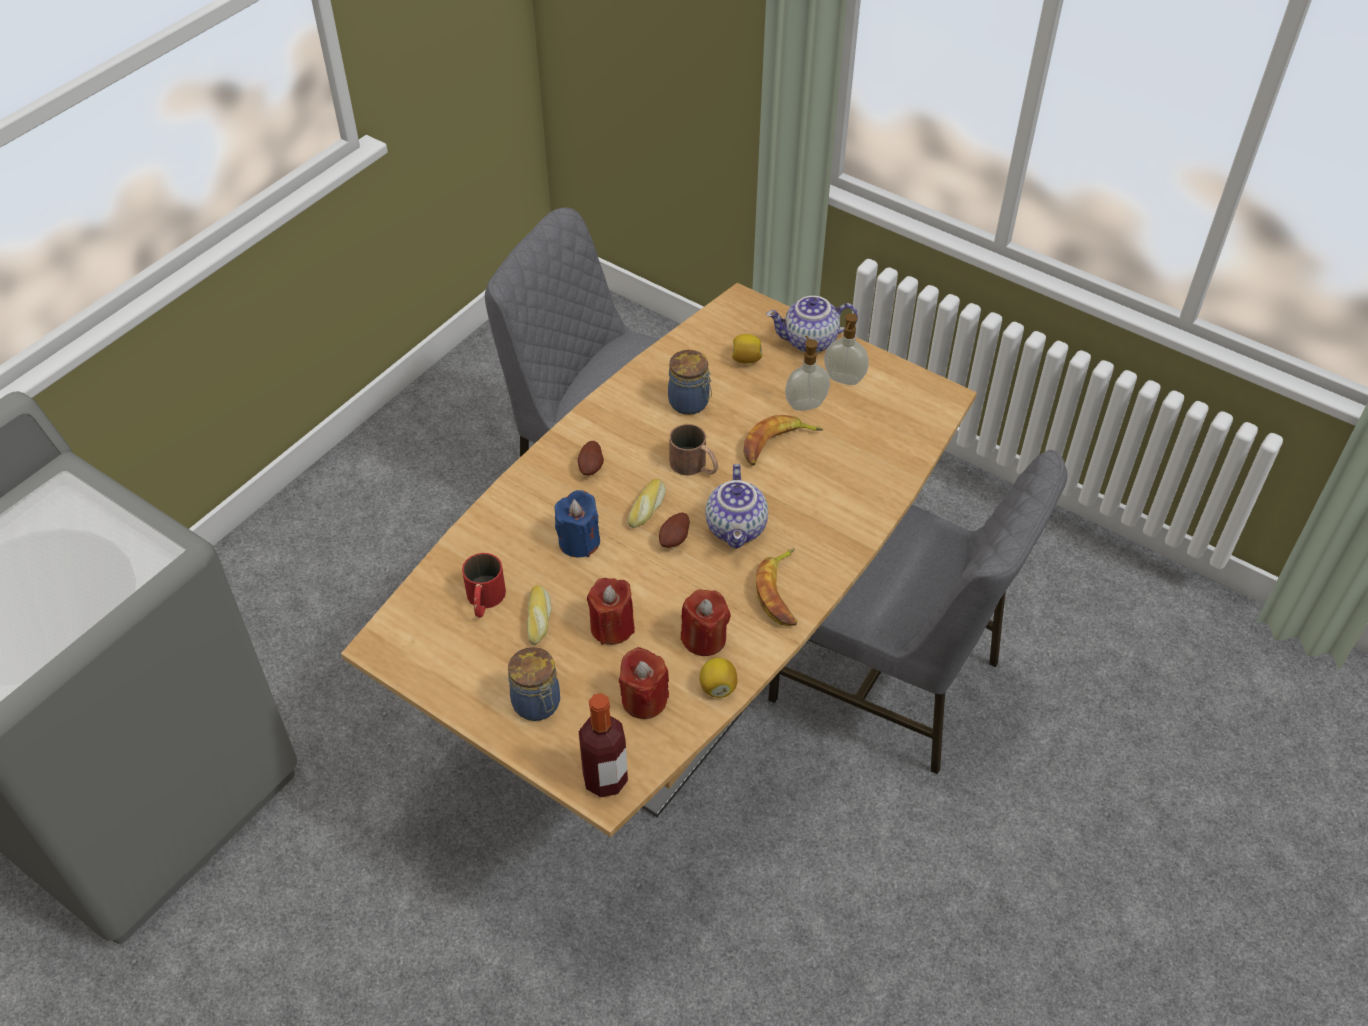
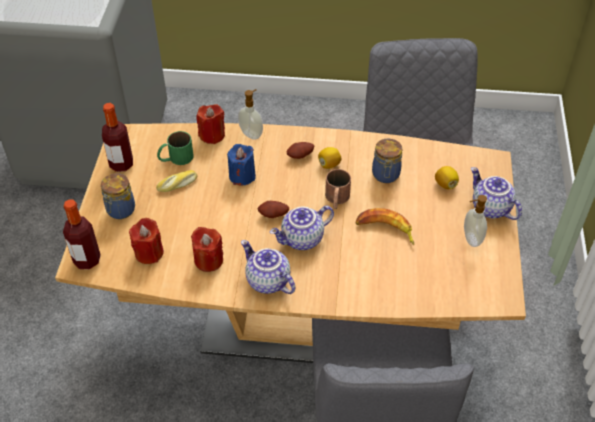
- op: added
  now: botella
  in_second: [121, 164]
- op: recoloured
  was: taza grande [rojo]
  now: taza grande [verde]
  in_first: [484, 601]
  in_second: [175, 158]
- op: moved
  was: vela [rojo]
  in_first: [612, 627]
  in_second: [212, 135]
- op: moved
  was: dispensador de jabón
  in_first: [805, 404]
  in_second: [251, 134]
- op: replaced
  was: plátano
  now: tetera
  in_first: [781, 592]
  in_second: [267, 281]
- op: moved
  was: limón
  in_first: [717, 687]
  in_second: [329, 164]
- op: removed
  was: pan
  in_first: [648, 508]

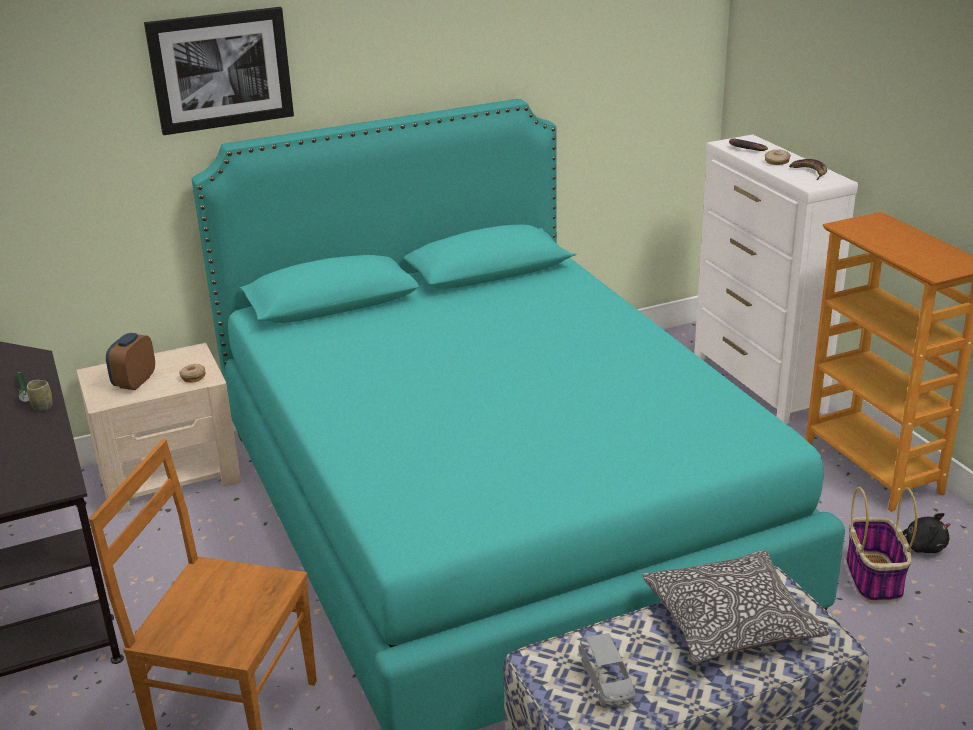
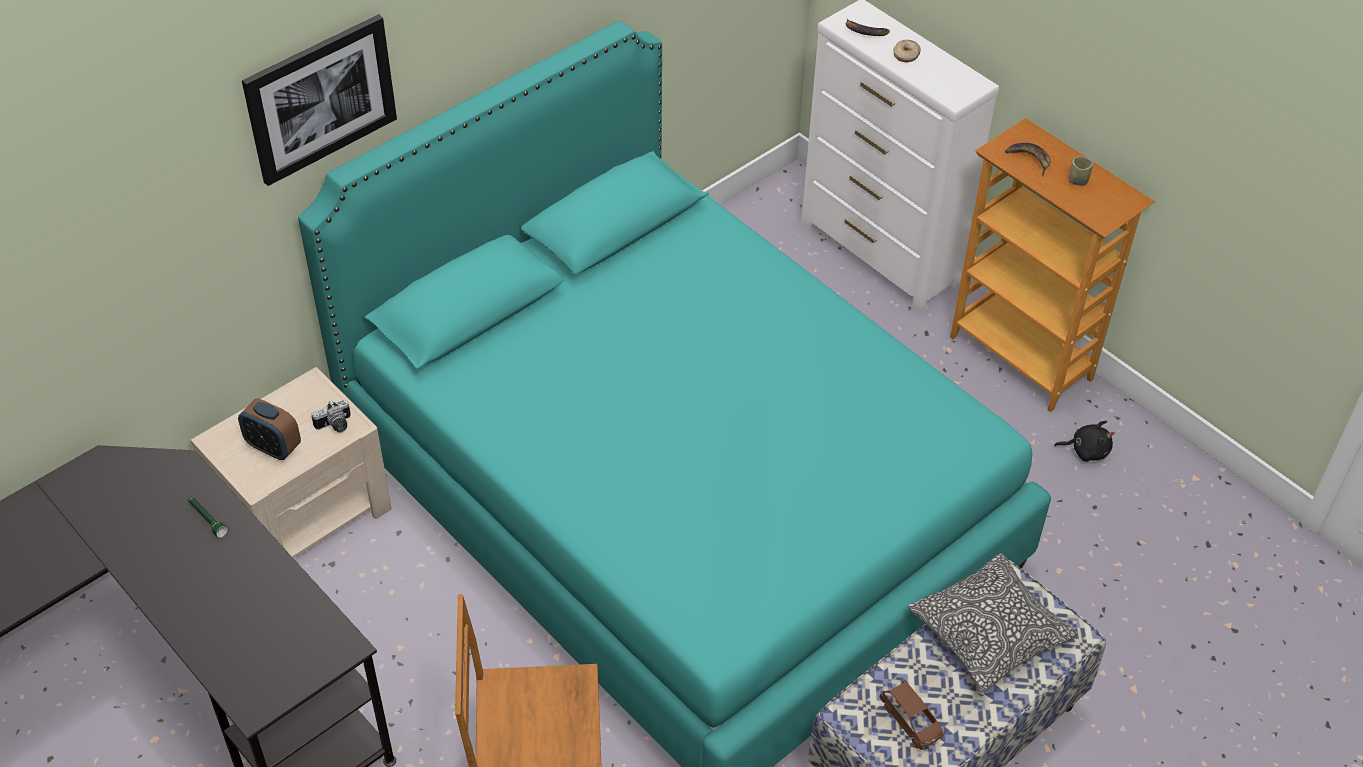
- op: turned
  was: despertador
  in_first: [135, 382]
  in_second: [273, 447]
  clockwise: -60
- op: replaced
  was: rosquilla
  now: cámara
  in_first: [193, 377]
  in_second: [335, 426]
- op: recoloured
  was: coche de juguete [gris]
  now: coche de juguete [marrón]
  in_first: [606, 681]
  in_second: [911, 721]
- op: moved
  was: plátano
  in_first: [809, 172]
  in_second: [1029, 159]
- op: moved
  was: taza
  in_first: [42, 406]
  in_second: [1078, 181]
- op: removed
  was: cesta
  in_first: [874, 578]

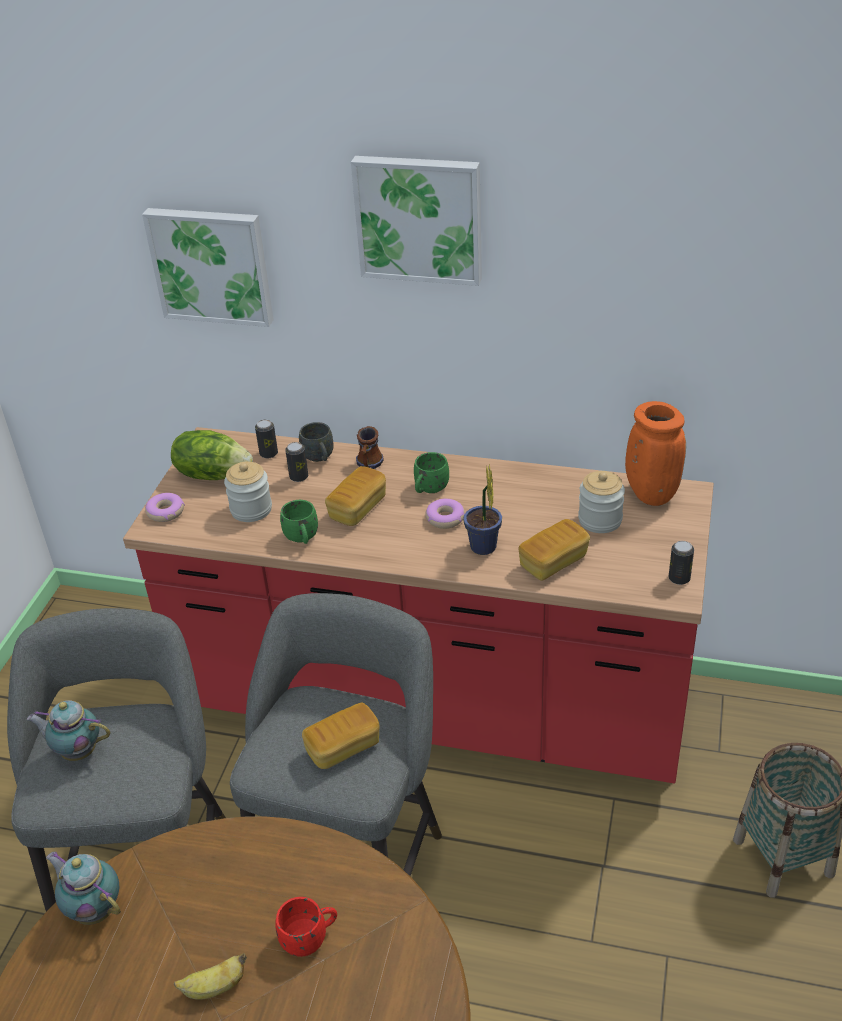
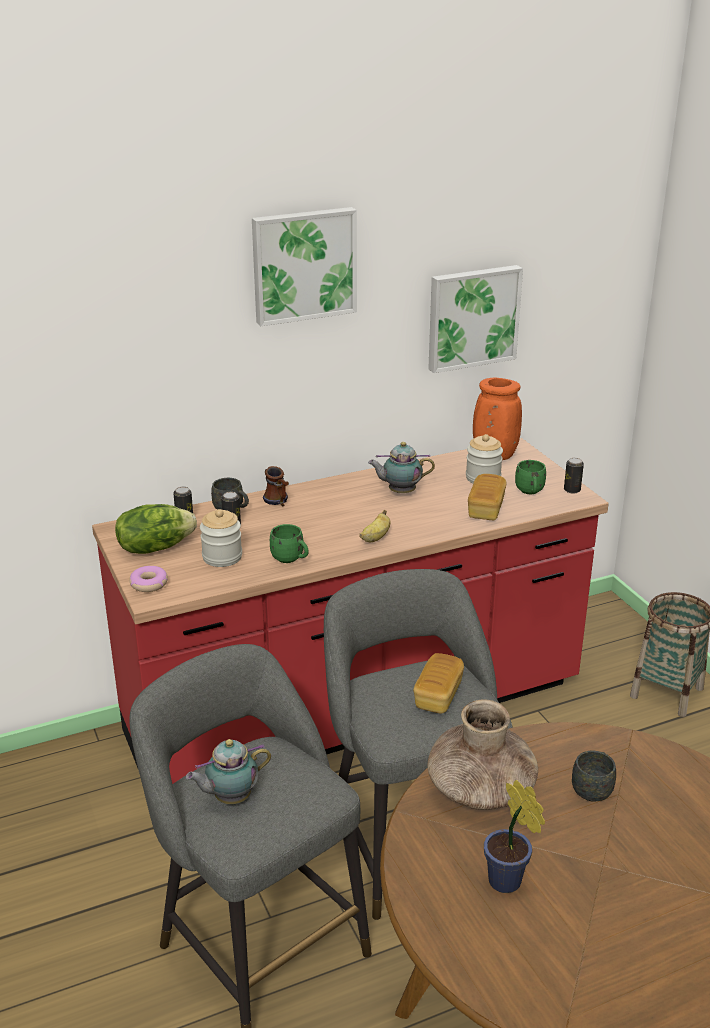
- op: moved
  was: plátano
  in_first: [214, 988]
  in_second: [375, 538]
- op: moved
  was: tetera
  in_first: [94, 909]
  in_second: [400, 492]
- op: added
  now: florero [marrón]
  in_second: [481, 789]
- op: moved
  was: cuadro
  in_first: [212, 265]
  in_second: [472, 317]
- op: moved
  was: planta en maceta
  in_first: [483, 549]
  in_second: [508, 884]
- op: moved
  was: taza grande [verde]
  in_first: [429, 489]
  in_second: [530, 492]
- op: recoloured
  was: taza grande [rojo]
  now: taza grande [gris]
  in_first: [310, 938]
  in_second: [593, 788]
- op: removed
  was: pan
  in_first: [357, 508]
- op: removed
  was: rosquilla
  in_first: [445, 518]

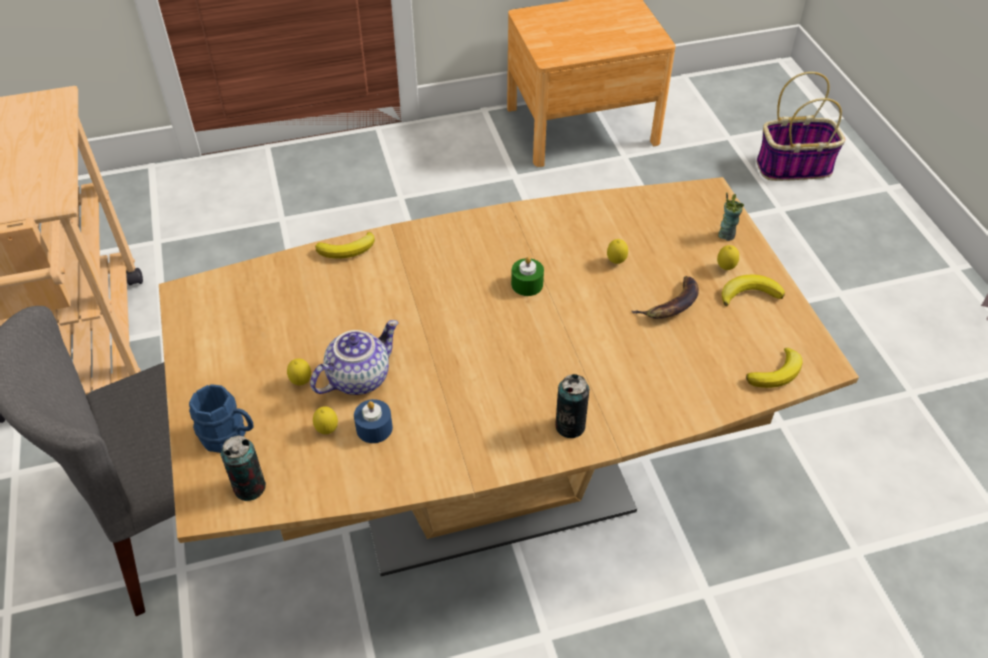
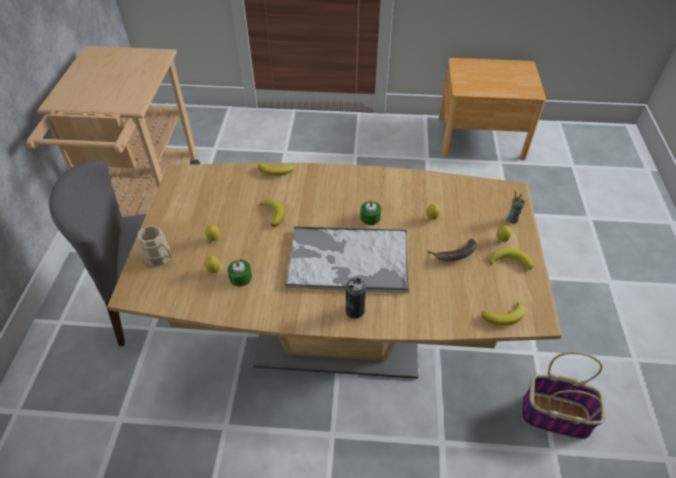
- op: recoloured
  was: taza grande [azul]
  now: taza grande [beis]
  in_first: [229, 436]
  in_second: [161, 258]
- op: recoloured
  was: vela [azul]
  now: vela [verde]
  in_first: [374, 428]
  in_second: [240, 277]
- op: added
  now: plátano
  in_second: [273, 213]
- op: added
  now: bandeja
  in_second: [347, 260]
- op: moved
  was: cesta
  in_first: [794, 167]
  in_second: [556, 415]
- op: removed
  was: lata
  in_first: [250, 487]
- op: removed
  was: tetera
  in_first: [358, 377]

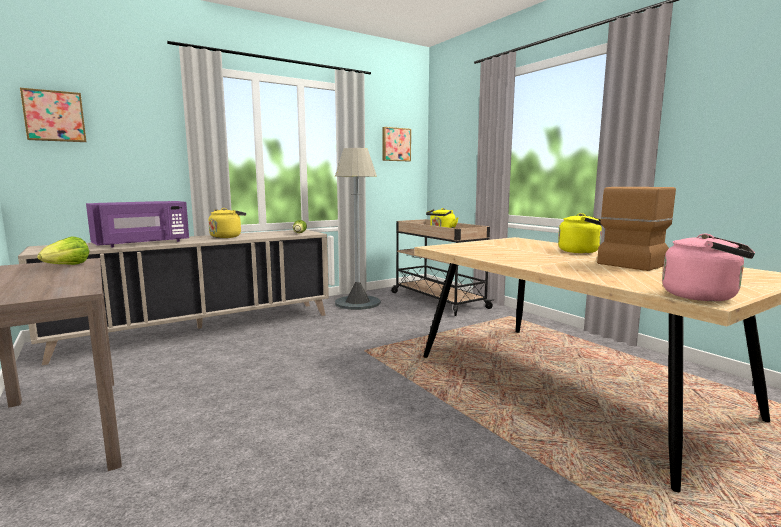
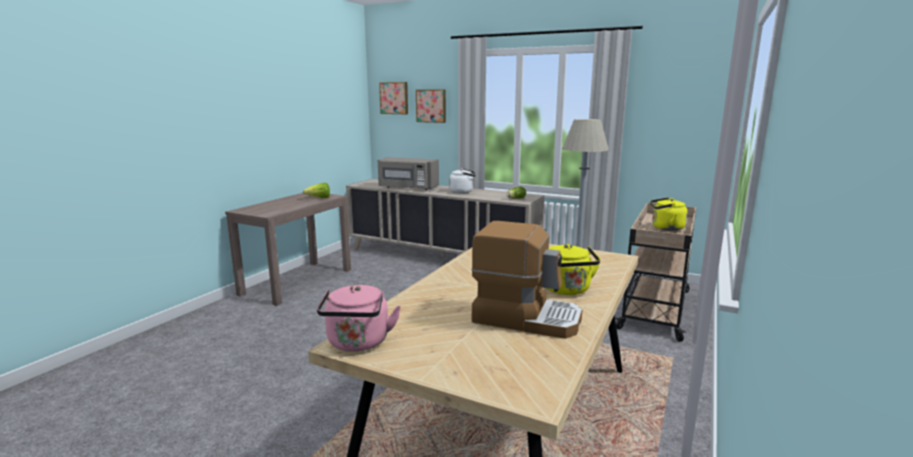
- op: recoloured
  was: microondas [morado]
  now: microondas [gris]
  in_first: [143, 243]
  in_second: [408, 188]
- op: moved
  was: cuadro
  in_first: [395, 144]
  in_second: [431, 106]
- op: recoloured
  was: hervidor [amarillo]
  now: hervidor [blanco]
  in_first: [227, 237]
  in_second: [463, 192]

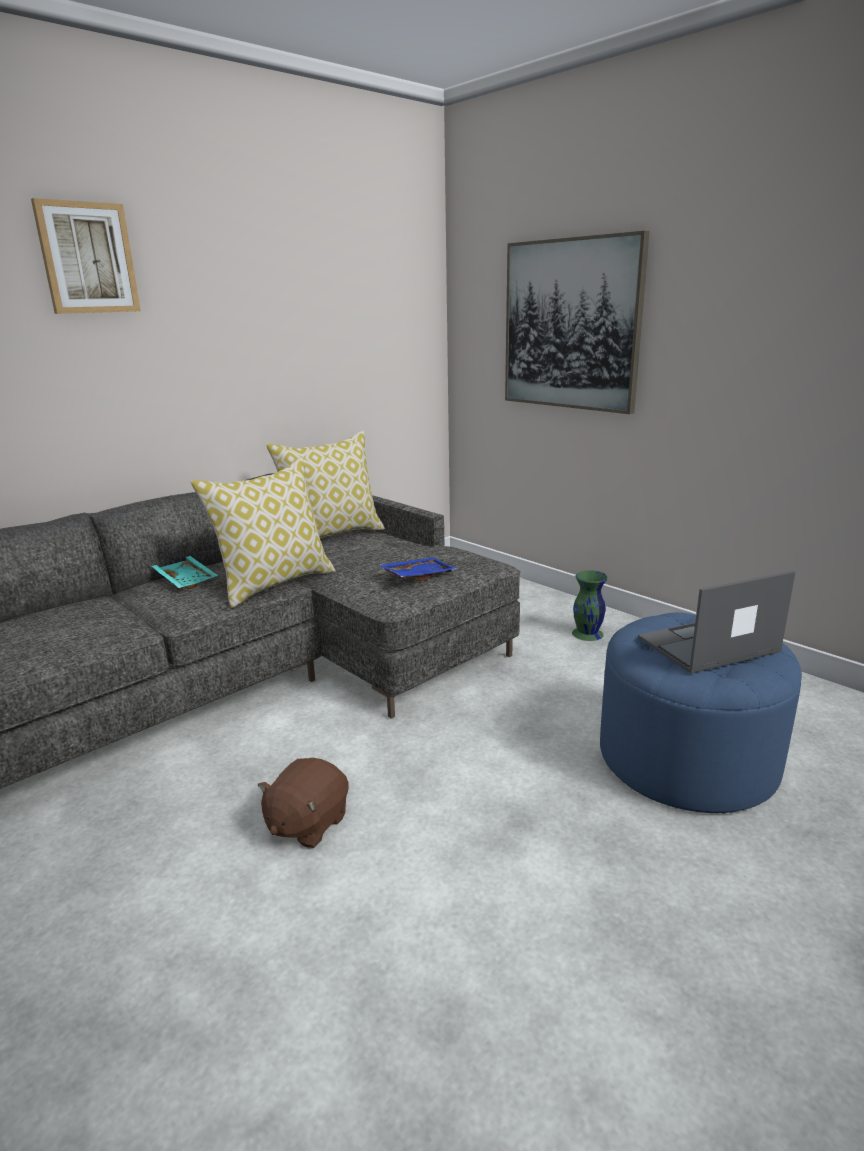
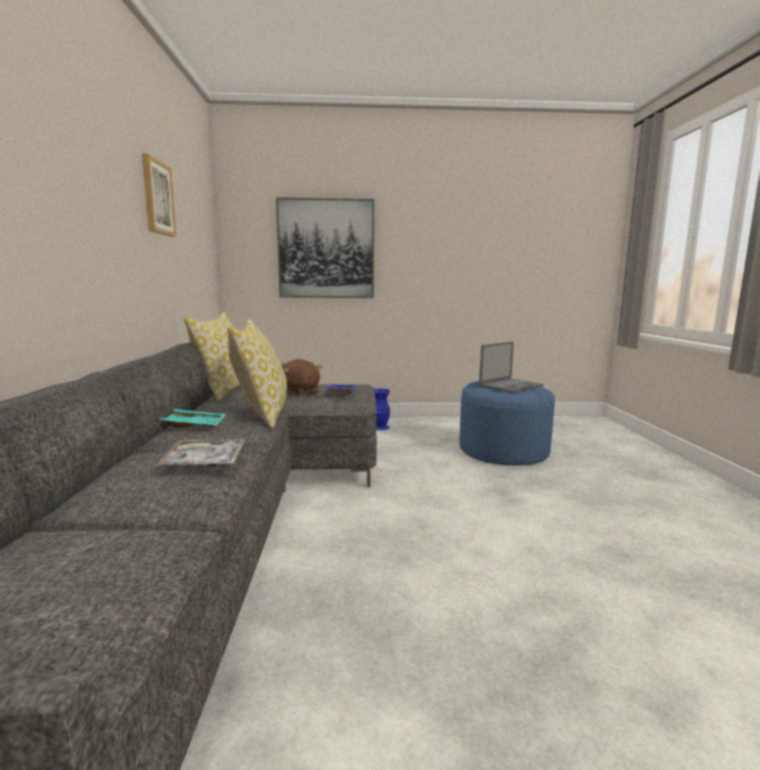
- op: moved
  was: cuadro
  in_first: [87, 258]
  in_second: [157, 198]
- op: added
  now: bandeja
  in_second: [204, 461]
- op: moved
  was: peluche [marrón]
  in_first: [307, 824]
  in_second: [300, 392]
- op: recoloured
  was: florero [verde]
  now: florero [azul]
  in_first: [587, 634]
  in_second: [380, 427]
- op: turned
  was: portátil
  in_first: [706, 645]
  in_second: [511, 386]
  clockwise: -150

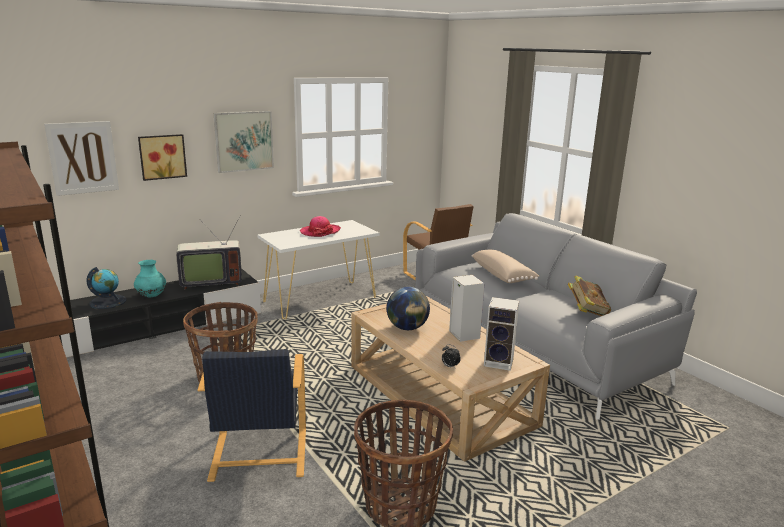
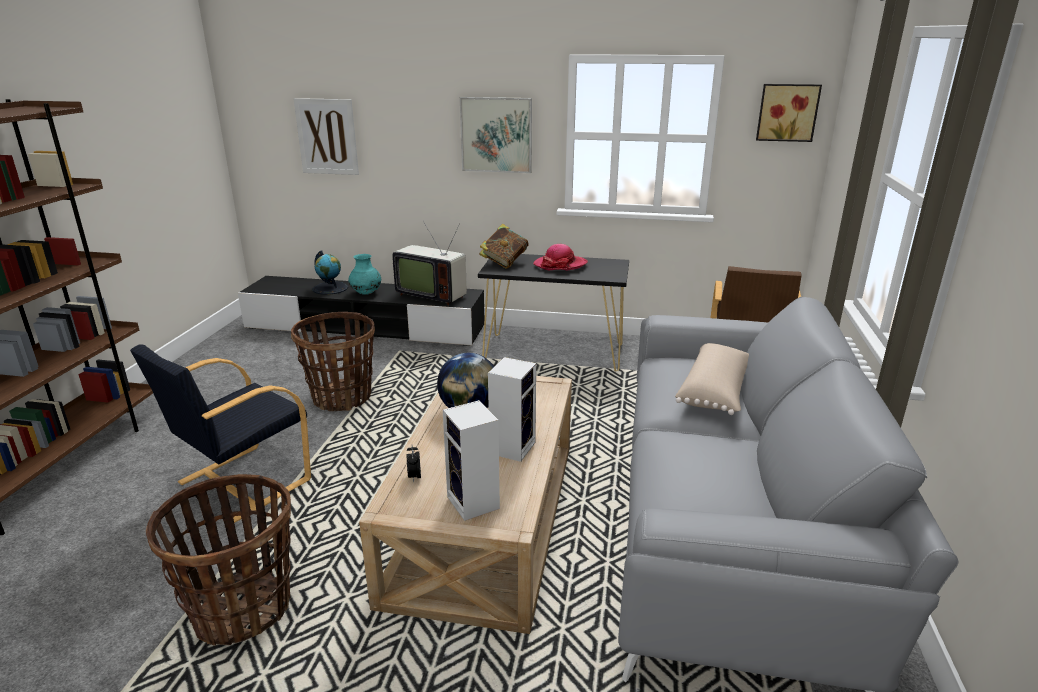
- op: recoloured
  was: mesa consola [blanco]
  now: mesa consola [negro]
  in_first: [320, 299]
  in_second: [554, 352]
- op: moved
  was: libro
  in_first: [586, 311]
  in_second: [504, 263]
- op: moved
  was: cuadro
  in_first: [162, 156]
  in_second: [787, 112]

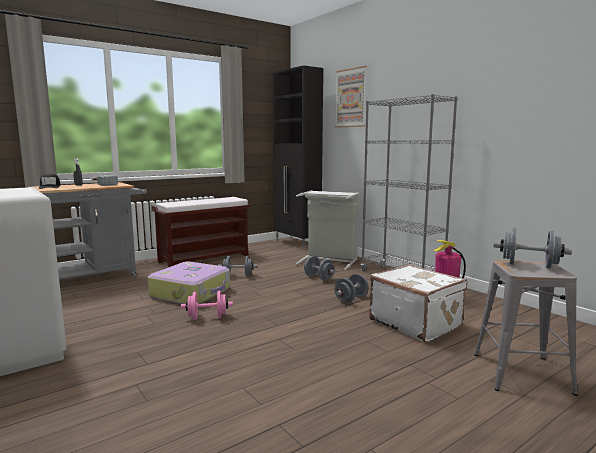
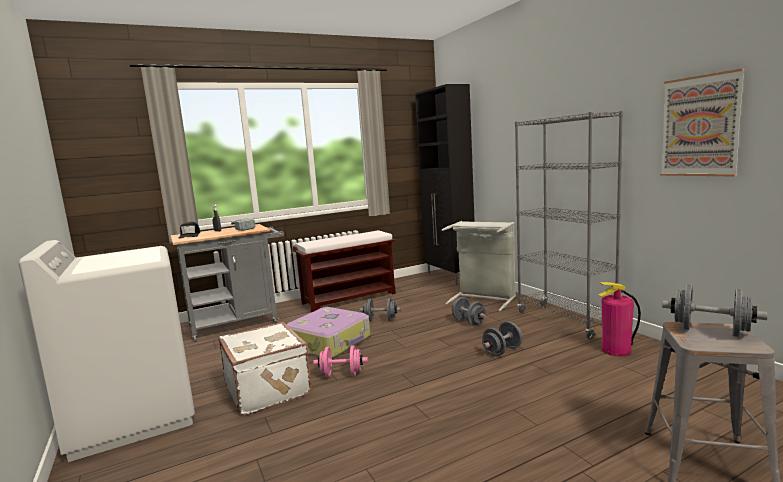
- op: moved
  was: maleta [blanco]
  in_first: [415, 323]
  in_second: [269, 389]
- op: moved
  was: cuadro
  in_first: [351, 98]
  in_second: [700, 126]

